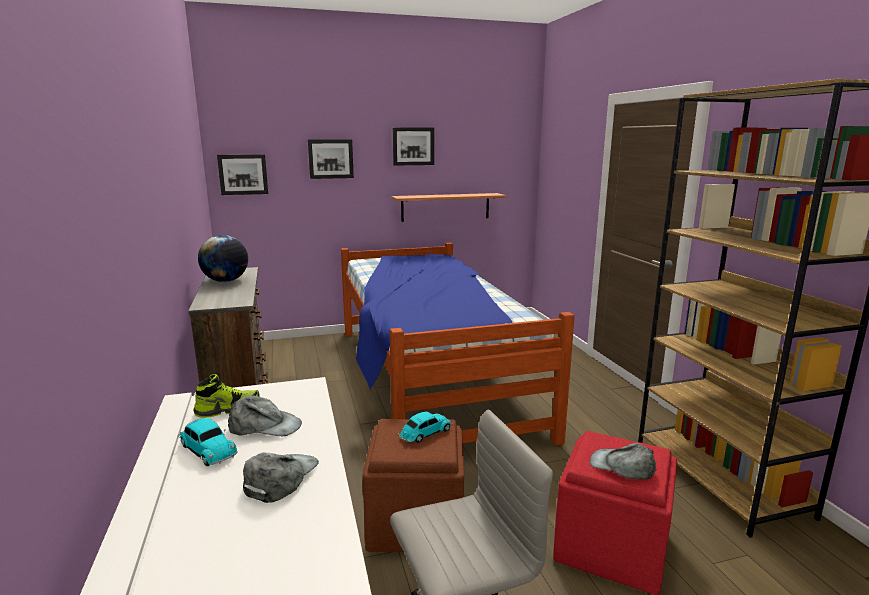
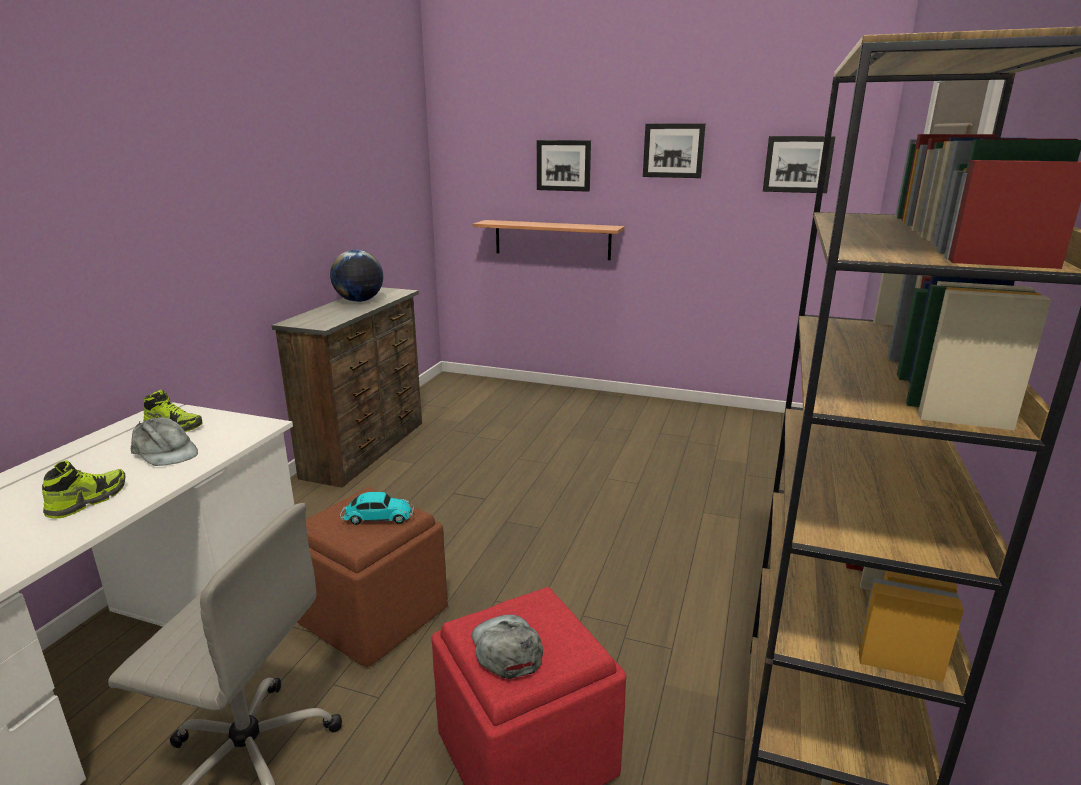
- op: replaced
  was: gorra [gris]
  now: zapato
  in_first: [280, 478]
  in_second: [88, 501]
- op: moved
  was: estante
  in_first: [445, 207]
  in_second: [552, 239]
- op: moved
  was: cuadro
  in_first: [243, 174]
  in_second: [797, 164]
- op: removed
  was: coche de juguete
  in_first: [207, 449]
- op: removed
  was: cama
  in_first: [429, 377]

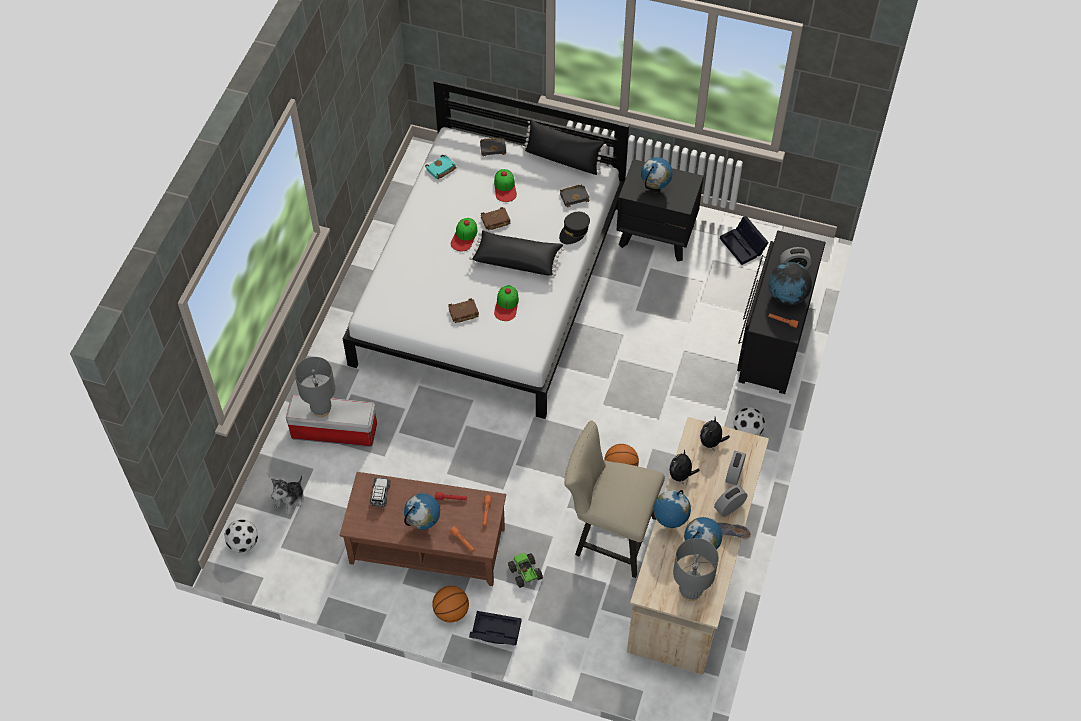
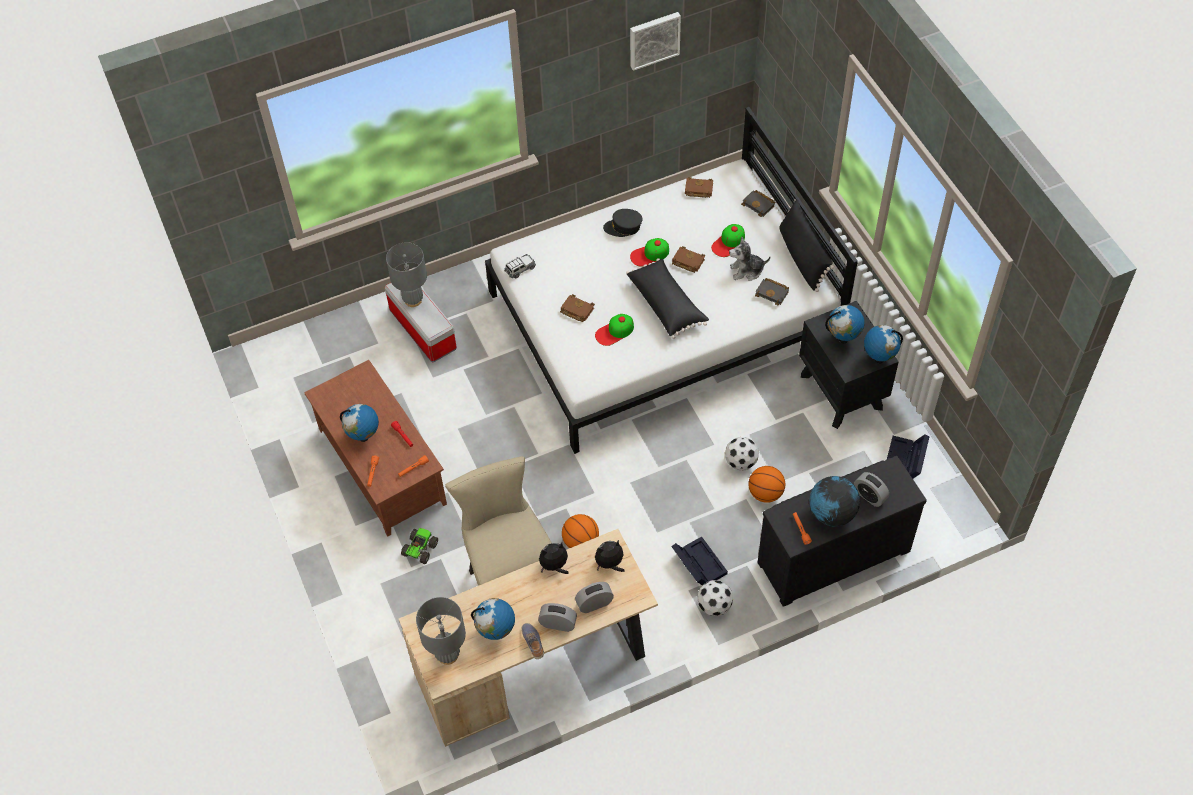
- op: moved
  was: coche de juguete
  in_first: [380, 494]
  in_second: [520, 269]
- op: moved
  was: gorra [negro]
  in_first: [574, 231]
  in_second: [623, 227]
- op: added
  now: cuadro
  in_second: [653, 39]
- op: moved
  was: caja de almacenaje [negro]
  in_first: [494, 633]
  in_second: [697, 564]
- op: recoloured
  was: libro [turquesa]
  now: libro [marrón]
  in_first: [441, 169]
  in_second: [698, 190]
- op: moved
  was: balón de fútbol
  in_first: [244, 543]
  in_second: [741, 462]
- op: moved
  was: peluche
  in_first: [290, 500]
  in_second: [747, 271]
- op: moved
  was: balón de baloncesto
  in_first: [451, 611]
  in_second: [765, 493]
- op: moved
  was: globo terráqueo
  in_first: [670, 522]
  in_second: [878, 358]

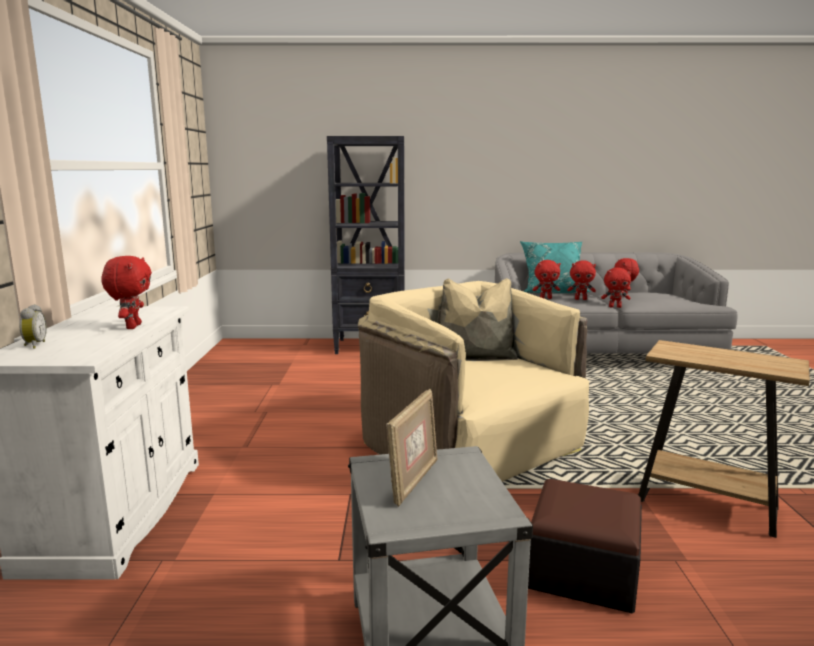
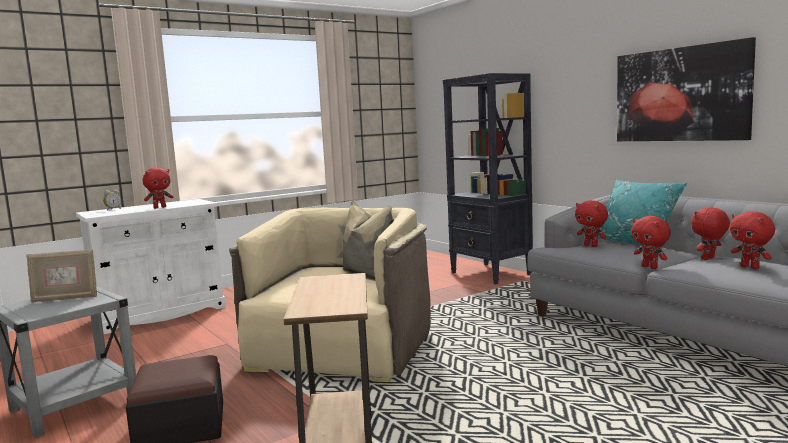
- op: added
  now: cuadro
  in_second: [680, 94]
- op: moved
  was: peluche [rojo]
  in_first: [581, 299]
  in_second: [750, 267]

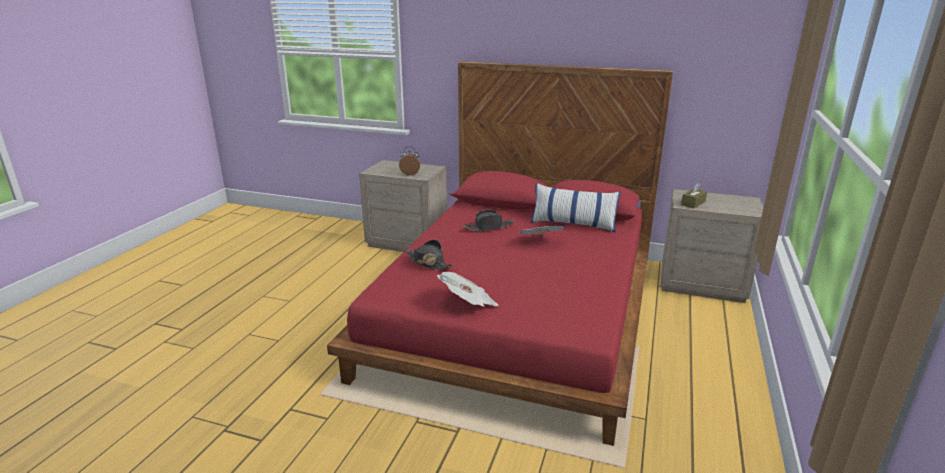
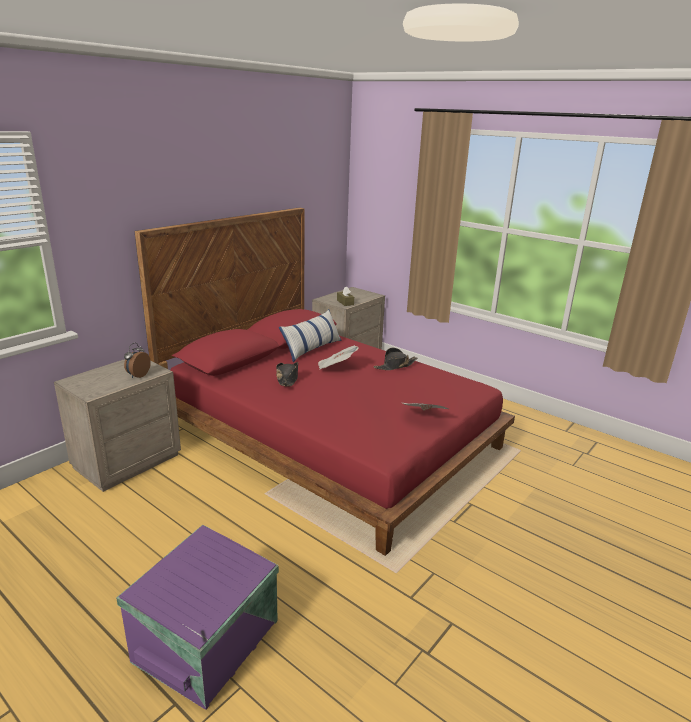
- op: added
  now: caja de almacenaje [morado]
  in_second: [209, 640]
- op: moved
  was: sombrero [negro]
  in_first: [428, 262]
  in_second: [395, 366]

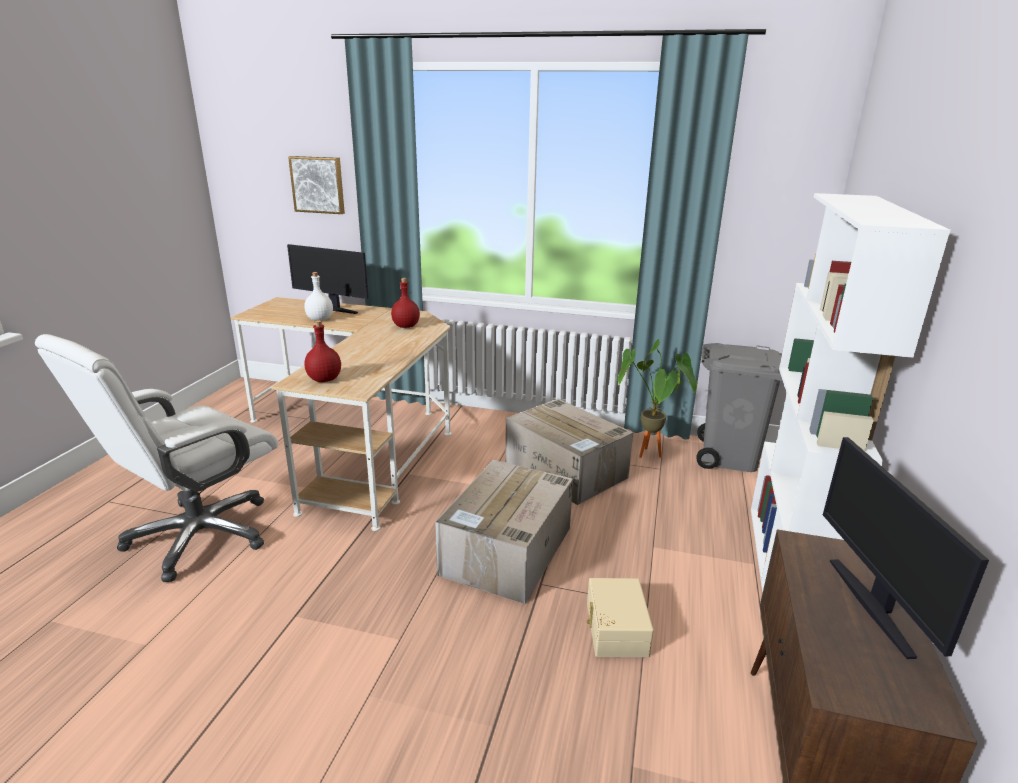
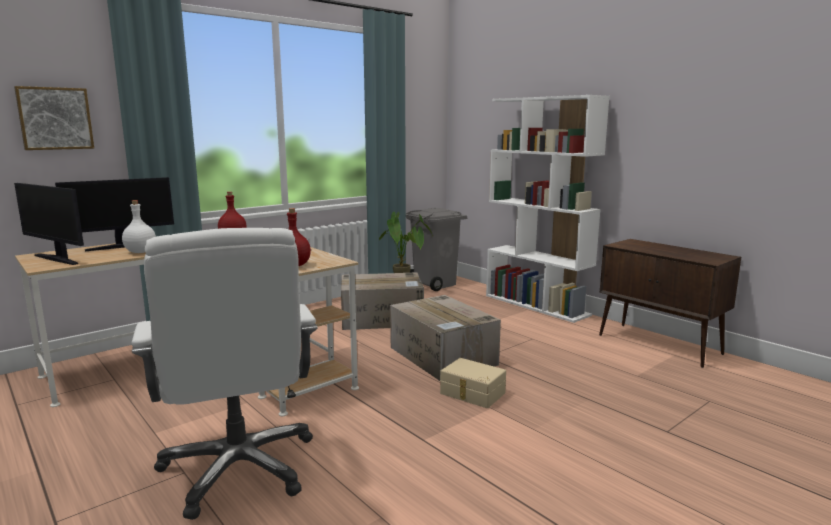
- op: moved
  was: monitor
  in_first: [873, 605]
  in_second: [58, 259]
- op: moved
  was: caja de almacenaje [beis]
  in_first: [614, 629]
  in_second: [472, 393]

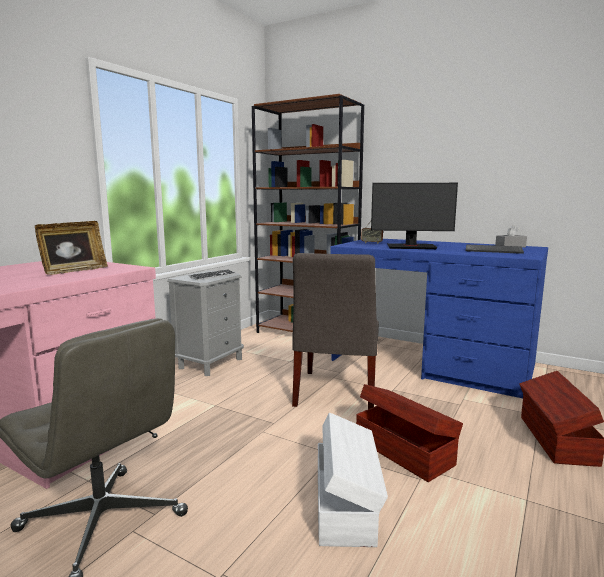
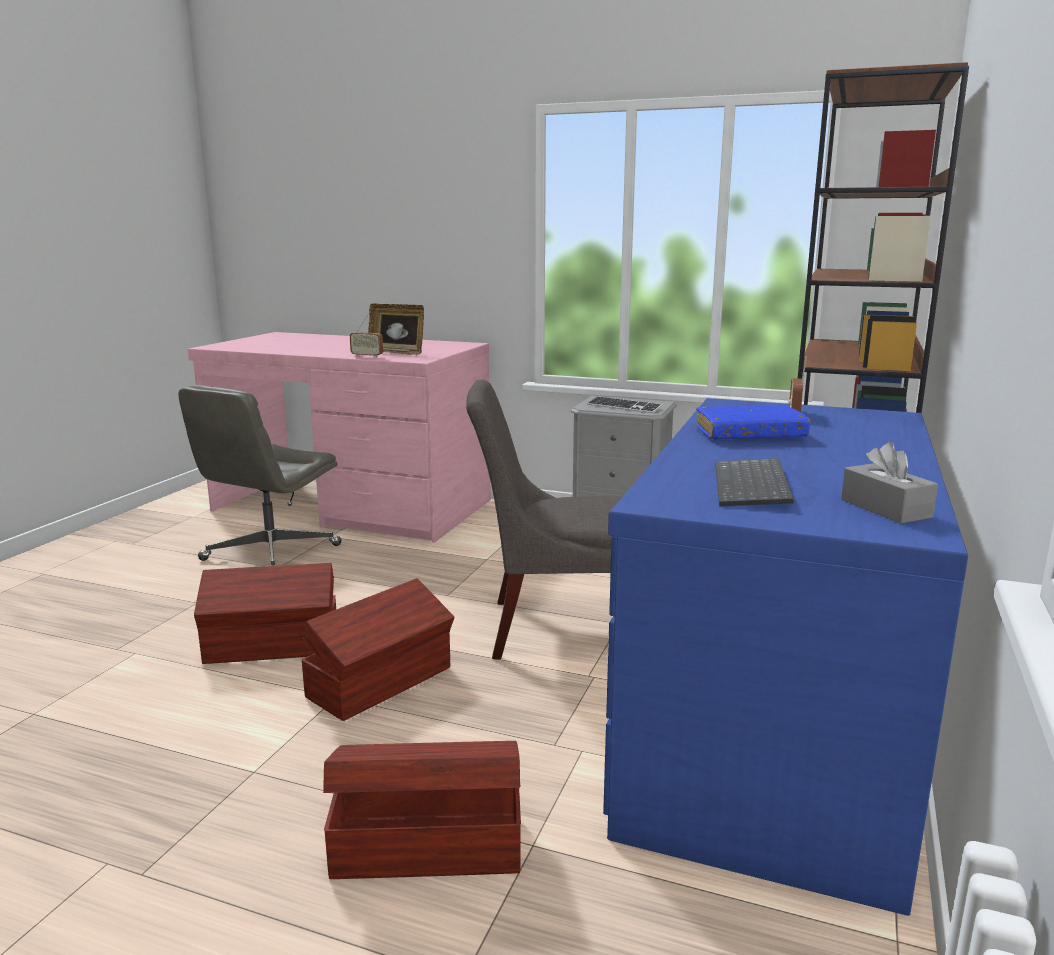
- op: recoloured
  was: caja de almacenaje [blanco]
  now: caja de almacenaje [marrón]
  in_first: [346, 503]
  in_second: [273, 646]
- op: added
  now: radio
  in_second: [367, 356]
- op: replaced
  was: monitor
  now: libro [azul]
  in_first: [411, 247]
  in_second: [750, 434]

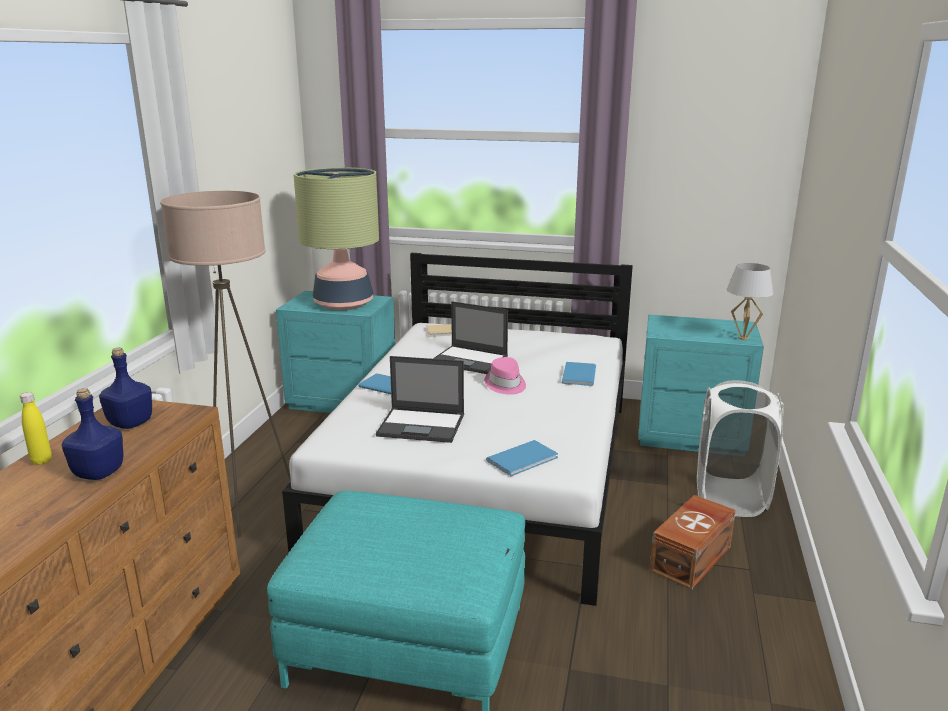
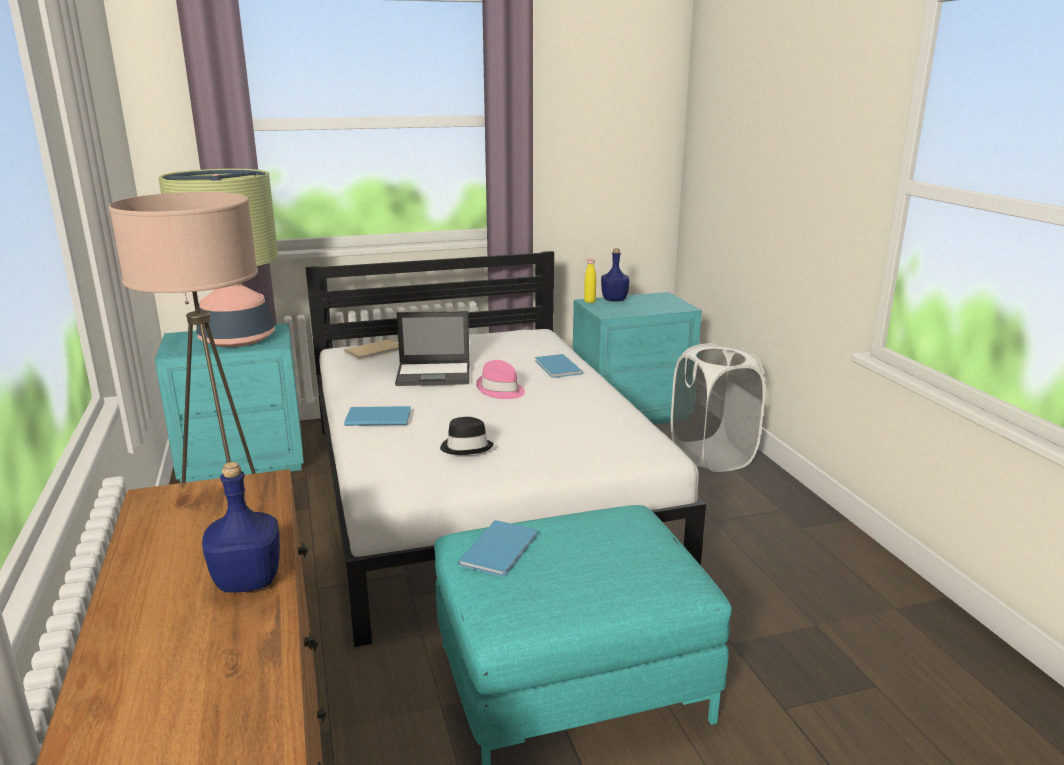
- op: replaced
  was: portátil
  now: sombrero [negro]
  in_first: [422, 425]
  in_second: [466, 447]
- op: moved
  was: libro [azul]
  in_first: [525, 459]
  in_second: [502, 549]
- op: moved
  was: botella [amarillo]
  in_first: [41, 461]
  in_second: [589, 301]
- op: moved
  was: botella [azul]
  in_first: [130, 423]
  in_second: [613, 299]
- op: removed
  was: caja de almacenaje [marrón]
  in_first: [692, 558]
- op: removed
  was: lámpara de mesa [blanco]
  in_first: [743, 338]

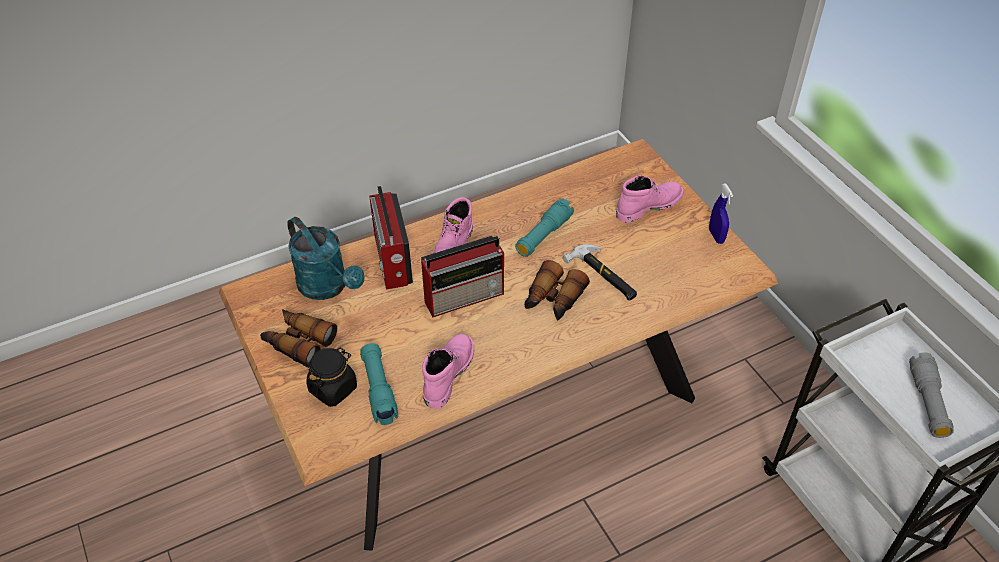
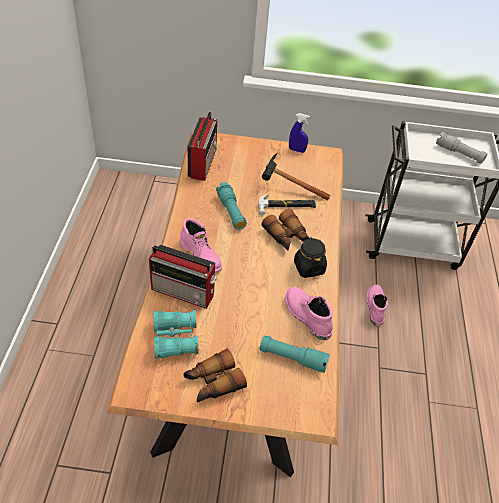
- op: replaced
  was: regadera [turquesa]
  now: prismáticos [turquesa]
  in_first: [328, 287]
  in_second: [175, 339]
- op: moved
  was: radio
  in_first: [465, 296]
  in_second: [203, 162]
- op: added
  now: martillo
  in_second: [286, 188]
- op: moved
  was: tarro [negro]
  in_first: [333, 388]
  in_second: [309, 267]
- op: moved
  was: bota [rosa]
  in_first: [648, 205]
  in_second: [374, 306]

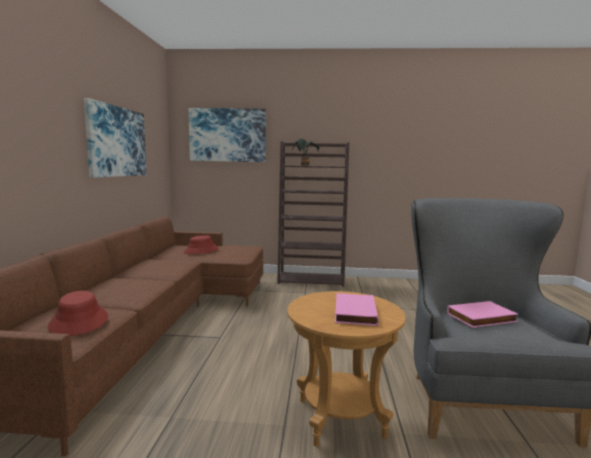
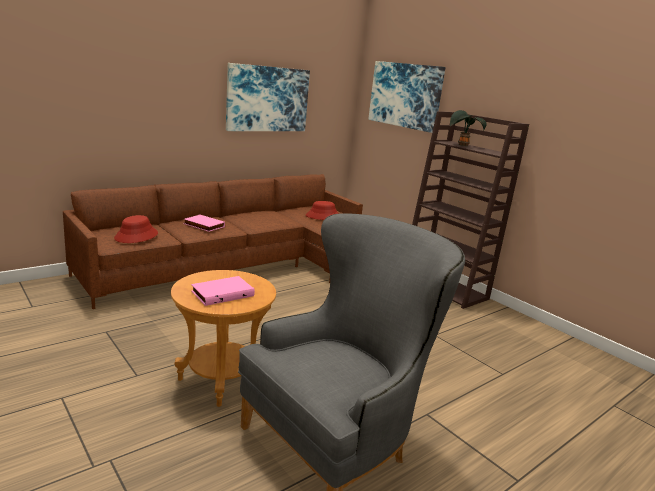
- op: moved
  was: libro [rosa]
  in_first: [482, 318]
  in_second: [203, 225]

